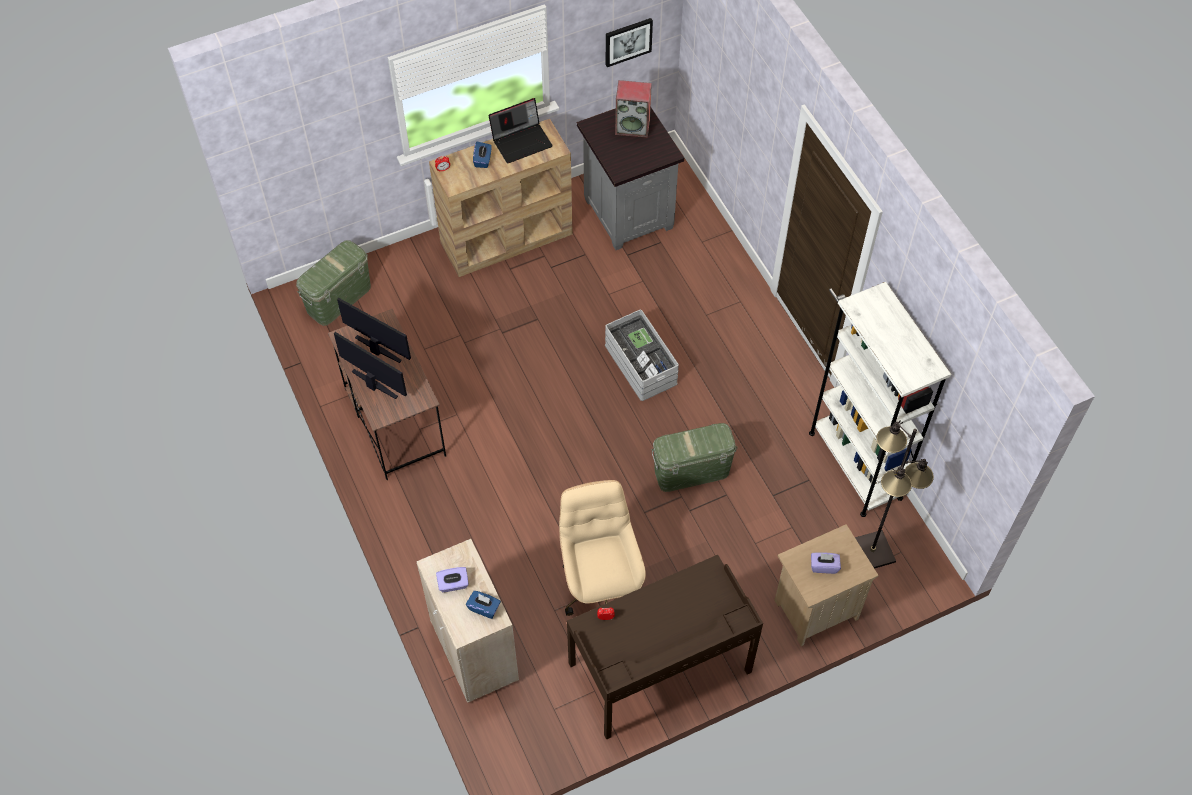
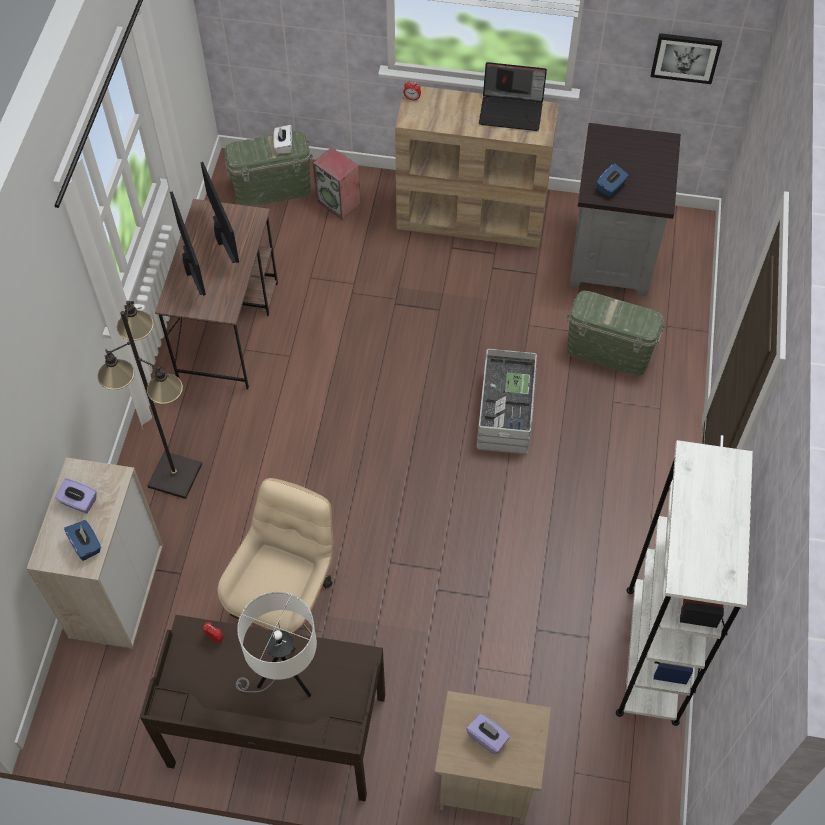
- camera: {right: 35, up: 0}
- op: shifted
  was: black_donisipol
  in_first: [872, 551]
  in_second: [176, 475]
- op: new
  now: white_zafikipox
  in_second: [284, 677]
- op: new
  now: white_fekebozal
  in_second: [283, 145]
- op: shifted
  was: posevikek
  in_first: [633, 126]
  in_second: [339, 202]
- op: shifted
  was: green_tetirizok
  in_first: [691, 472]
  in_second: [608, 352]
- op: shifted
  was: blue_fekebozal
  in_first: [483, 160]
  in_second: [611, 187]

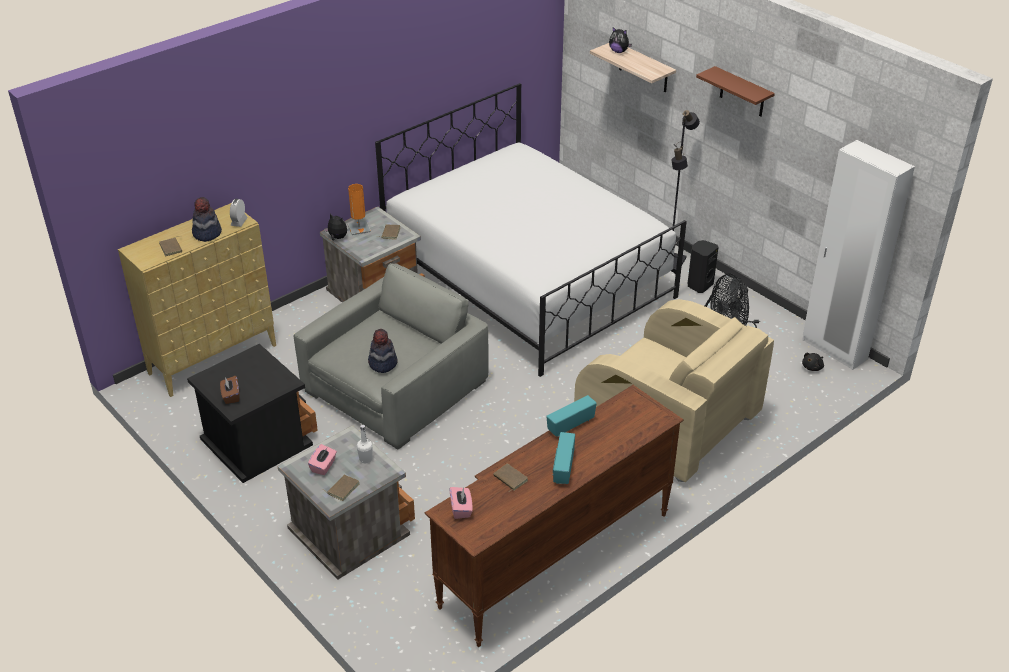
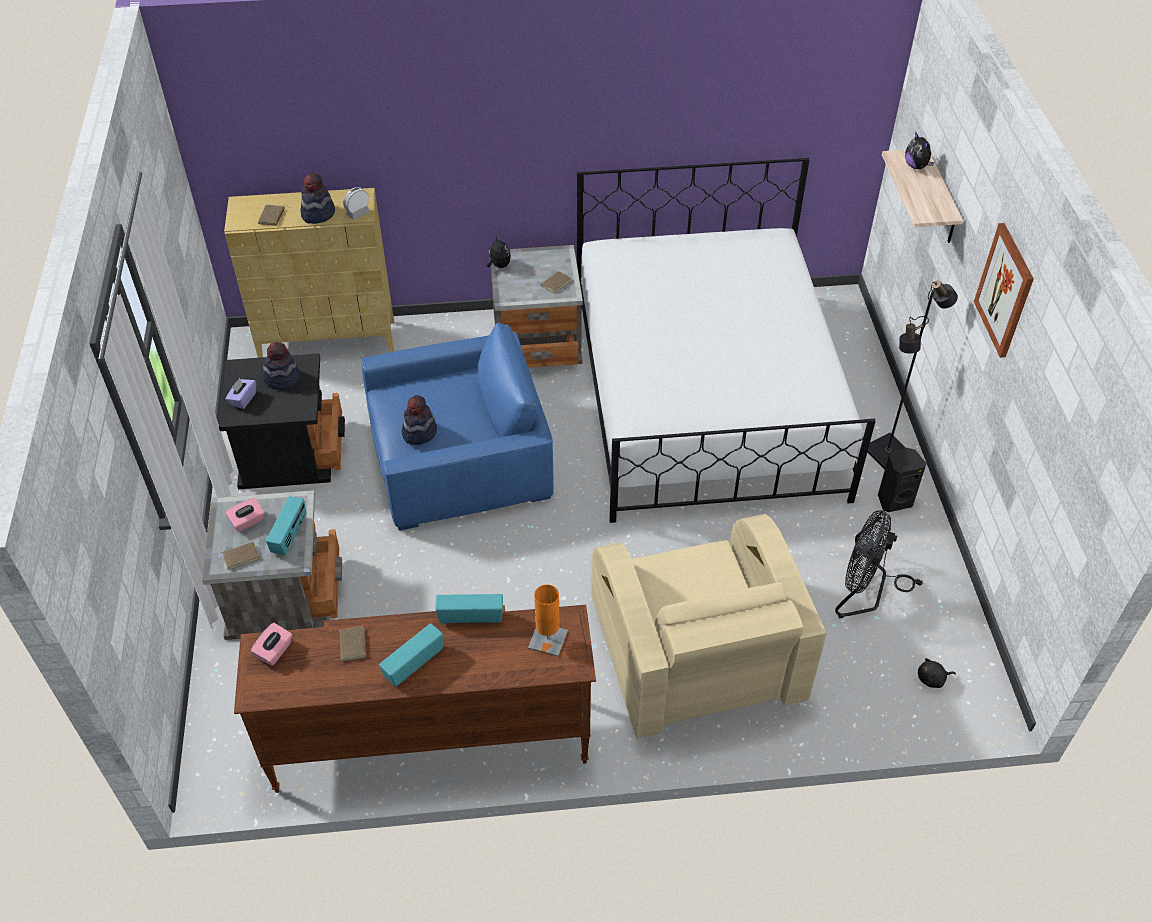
- camera: {right: 35, up: 10}
- op: repainted
  was: brown_fekebozal
  now: purple_fekebozal
  in_first: [231, 396]
  in_second: [243, 399]
- op: new
  now: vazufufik
  in_second: [282, 378]
- op: swapped
  was: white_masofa
  now: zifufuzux
  in_first: [365, 459]
  in_second: [290, 535]
- op: repainted
  was: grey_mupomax
  now: blue_mupomax
  in_first: [395, 386]
  in_second: [459, 458]
- op: shifted
  was: orange_zafikipox
  in_first: [359, 228]
  in_second: [548, 640]
- op: swapped
  was: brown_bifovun
  now: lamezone
  in_first: [742, 93]
  in_second: [1005, 290]
- op: gone
  was: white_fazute
  in_first: [834, 350]

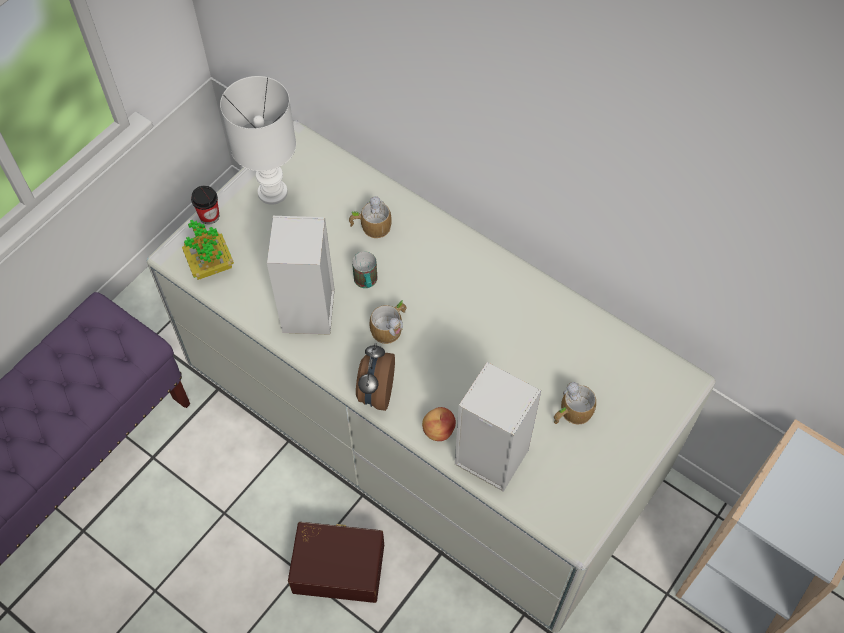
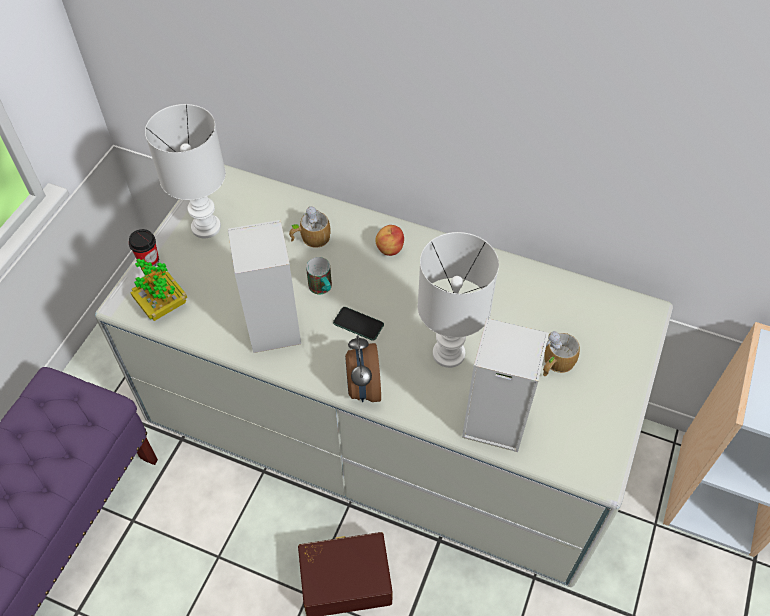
- camera: {right: -15, up: -5}
- op: swapped
  was: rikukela
  now: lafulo
  in_first: [390, 327]
  in_second: [358, 324]
- op: shifted
  was: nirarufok
  in_first: [438, 430]
  in_second: [389, 248]
- op: new
  now: white_zafikipox
  in_second: [450, 353]

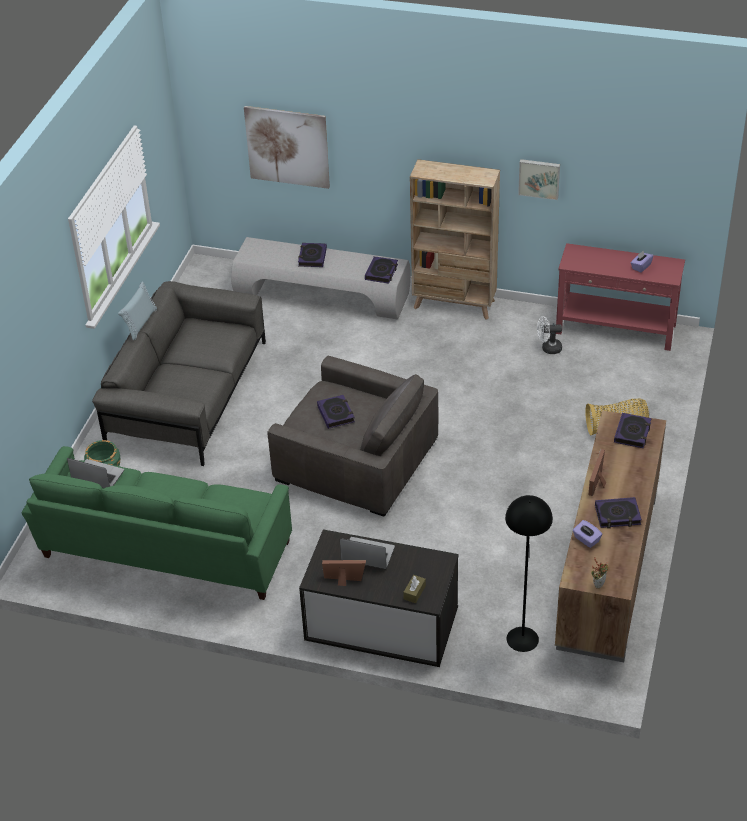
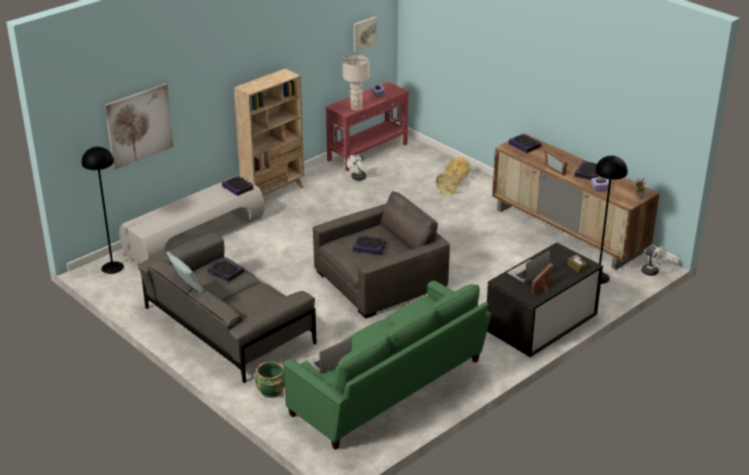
- camera: {right: -60, up: -10}
- op: new
  now: black_donisipol
  in_second: [112, 267]
- op: shifted
  was: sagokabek
  in_first: [312, 257]
  in_second: [225, 272]
- op: new
  now: white_zafikipox
  in_second: [356, 107]
- op: shifted
  was: lamezone
  in_first: [539, 178]
  in_second: [364, 33]
- op: new
  now: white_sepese
  in_second: [652, 272]

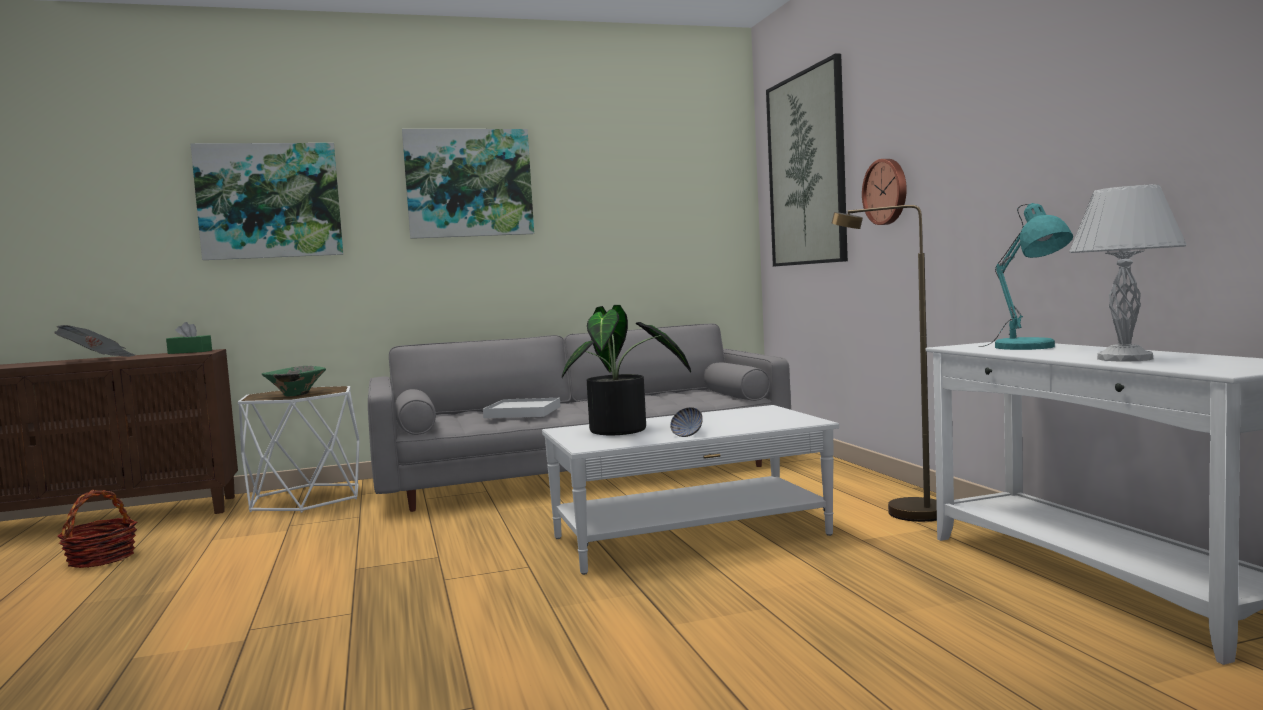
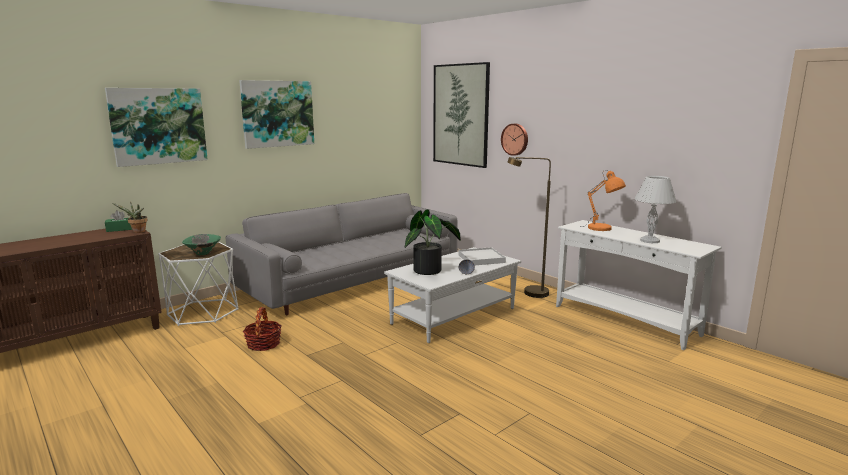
- camera: {right: -25, up: 10}
- op: new
  now: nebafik
  in_second: [137, 232]
- op: shifted
  was: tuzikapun
  in_first: [101, 558]
  in_second: [263, 344]
- op: shifted
  was: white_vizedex
  in_first: [522, 412]
  in_second: [481, 258]
- op: repainted
  was: turquoise_zafikipox
  now: orange_zafikipox
  in_first: [1029, 348]
  in_second: [602, 229]
- op: gone
  was: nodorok
  in_first: [98, 359]

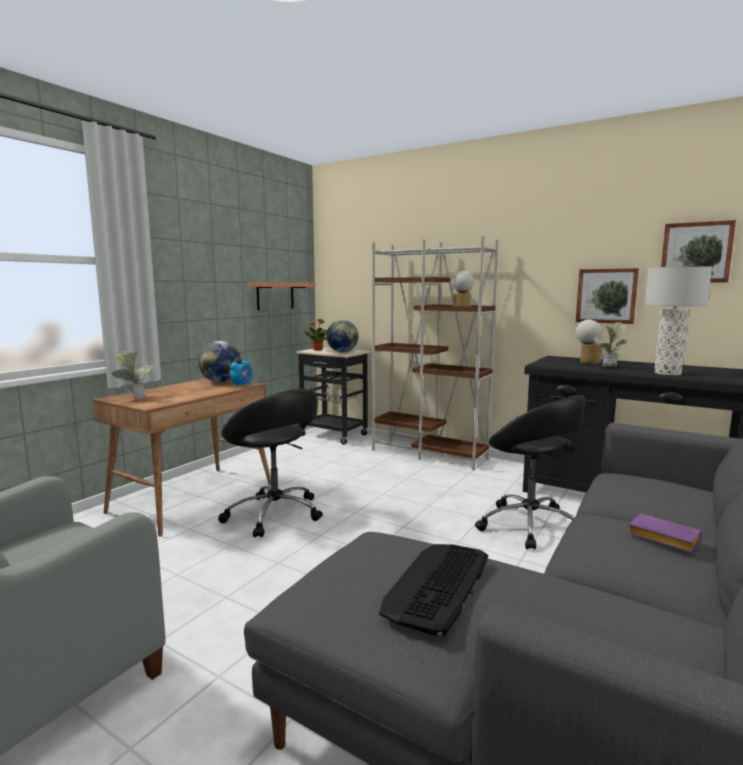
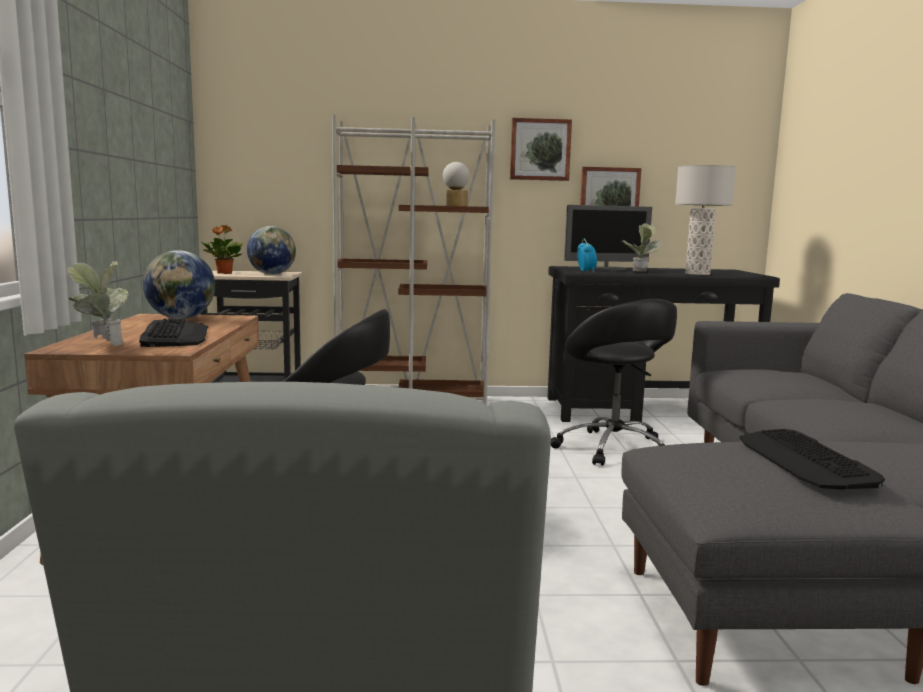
- camera: {right: -35, up: 0}
- op: new
  now: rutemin
  in_second: [175, 335]
- op: shifted
  was: lamezone
  in_first: [696, 252]
  in_second: [540, 149]
- op: rotated
  was: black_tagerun
  in_first: [530, 525]
  in_second: [614, 449]
  clockwise: 45
- op: swapped
  was: zafikipox
  now: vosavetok
  in_first: [587, 362]
  in_second: [605, 269]
- op: shifted
  was: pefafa
  in_first: [242, 386]
  in_second: [586, 271]
- op: gone
  was: bifovun
  in_first: [275, 295]
- op: gone
  was: purple_sagokabek
  in_first: [661, 538]

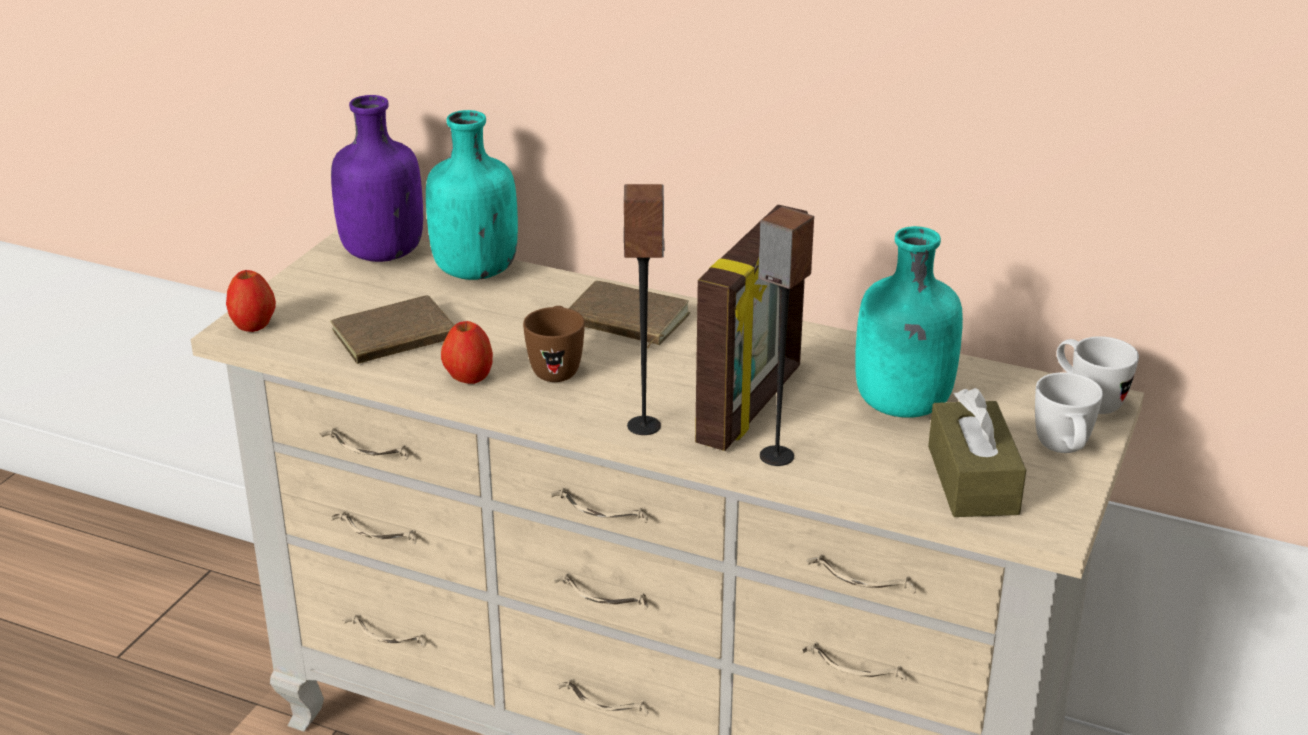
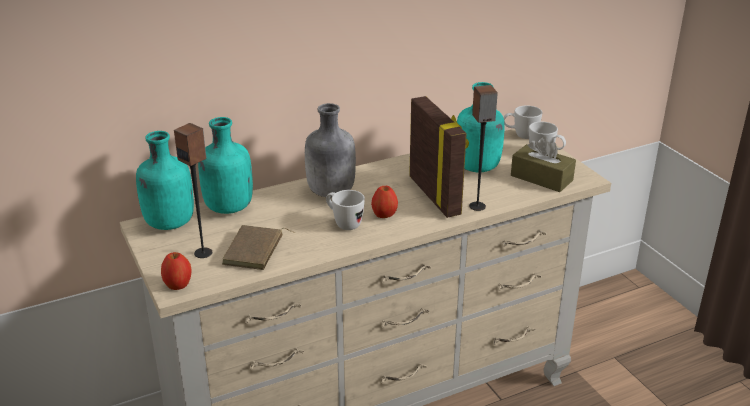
- camera: {right: -50, up: 0}
- op: repainted
  was: purple_masofa
  now: turquoise_masofa
  in_first: [381, 253]
  in_second: [168, 224]
- op: shifted
  was: posevikek
  in_first: [644, 426]
  in_second: [203, 253]
- op: swapped
  was: brown_sagokabek
  now: grey_masofa
  in_first: [625, 321]
  in_second: [330, 192]
- op: repainted
  was: brown_rikukela
  now: white_rikukela
  in_first: [556, 368]
  in_second: [344, 223]
- op: shifted
  was: nirarufok
  in_first: [468, 378]
  in_second: [384, 215]

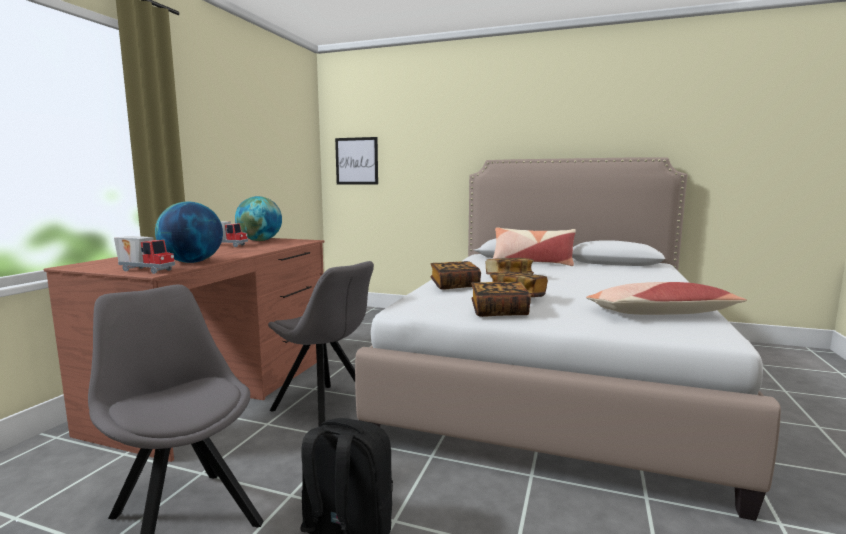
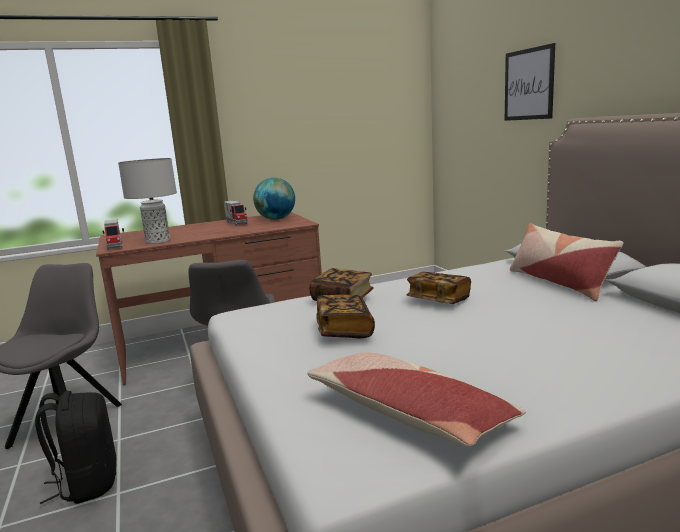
- camera: {right: 50, up: 5}
- op: swapped
  was: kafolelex
  now: white_zafikipox
  in_first: [192, 262]
  in_second: [157, 241]
- op: shifted
  was: lamezone
  in_first: [356, 161]
  in_second: [528, 84]
- op: gone
  was: sagokabek
  in_first: [499, 312]

